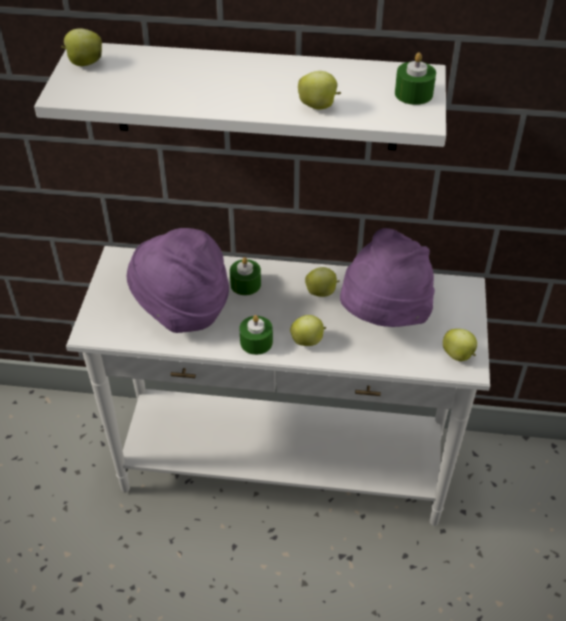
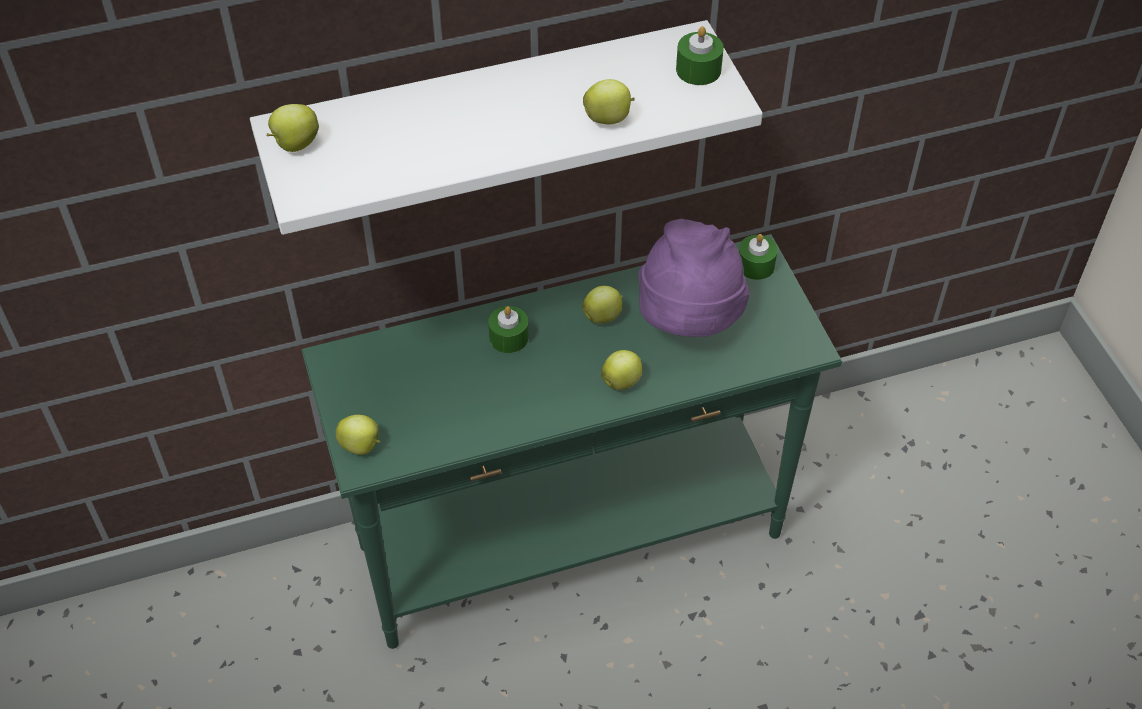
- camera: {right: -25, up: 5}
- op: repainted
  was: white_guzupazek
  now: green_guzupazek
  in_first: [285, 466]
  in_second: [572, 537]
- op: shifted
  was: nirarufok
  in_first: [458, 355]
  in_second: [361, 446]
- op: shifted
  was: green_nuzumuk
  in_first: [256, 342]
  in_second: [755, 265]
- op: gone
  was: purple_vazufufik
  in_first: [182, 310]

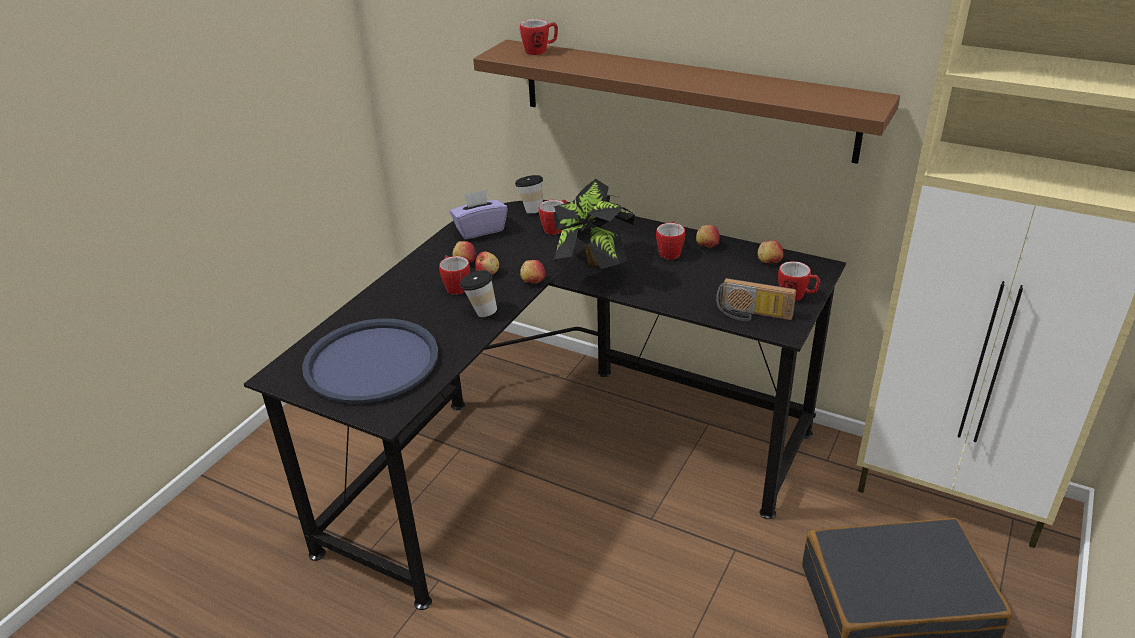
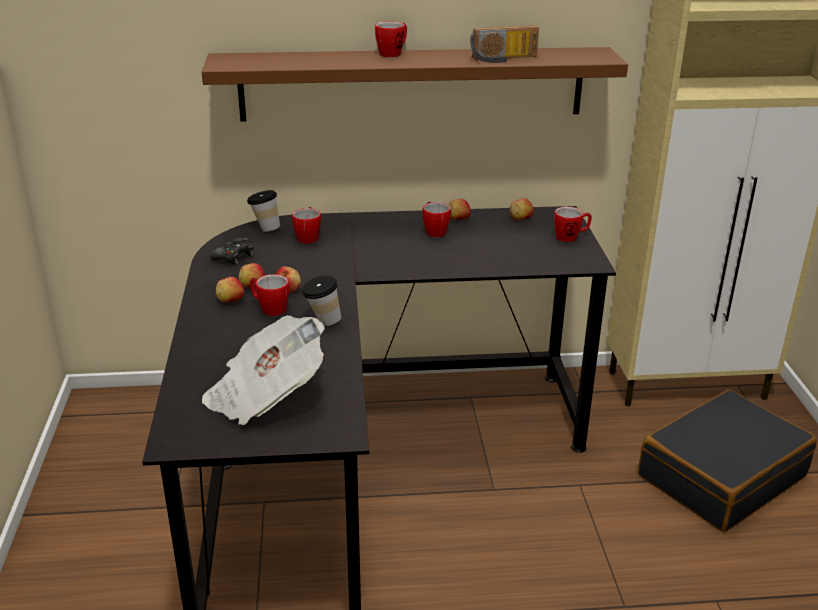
- camera: {right: -35, up: -5}
- op: swapped
  was: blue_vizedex
  now: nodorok
  in_first: [371, 362]
  in_second: [265, 395]
- op: swapped
  was: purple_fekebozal
  now: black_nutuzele
  in_first: [480, 230]
  in_second: [234, 256]
- op: shifted
  was: nirarufok
  in_first: [533, 281]
  in_second: [230, 300]
- op: shifted
  was: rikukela
  in_first: [540, 51]
  in_second: [393, 53]
- op: shifted
  was: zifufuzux
  in_first: [752, 315]
  in_second: [504, 59]
- op: gone
  was: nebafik
  in_first: [590, 270]

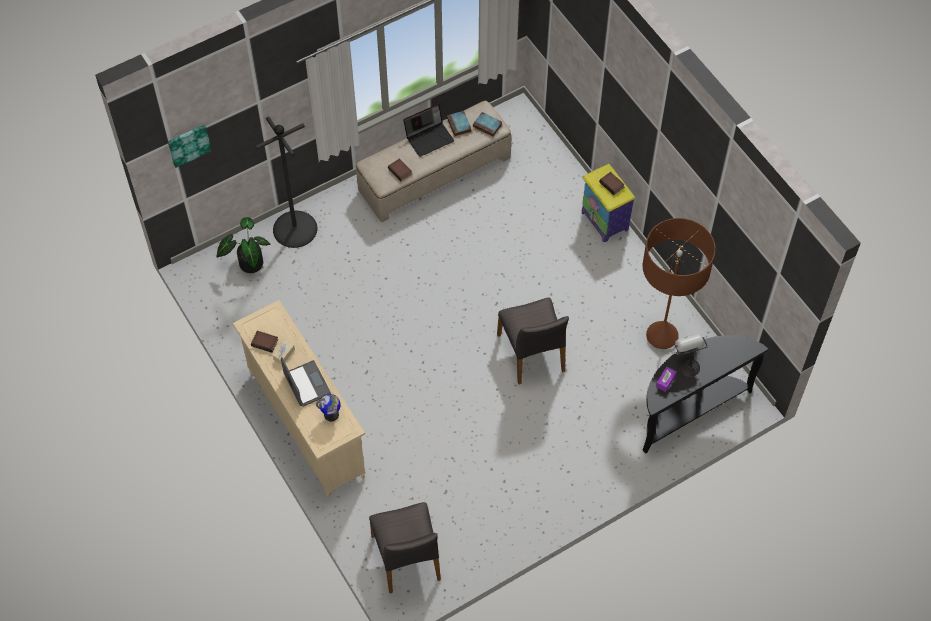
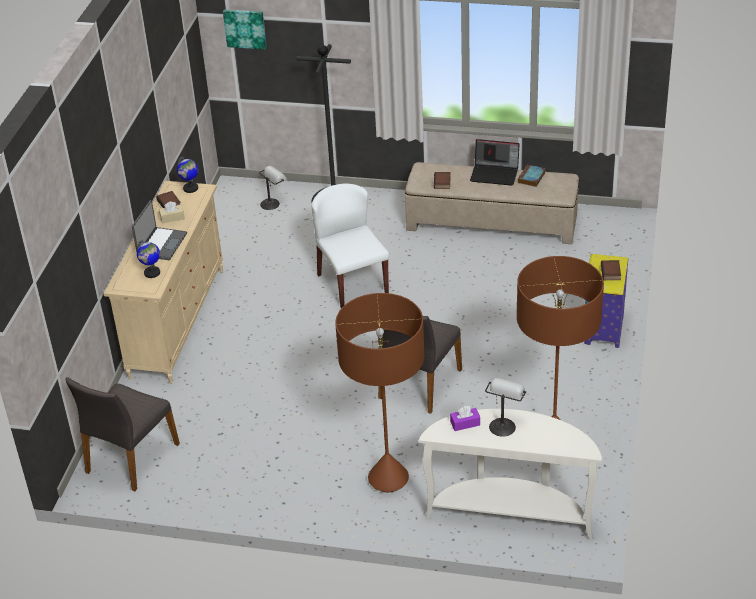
- camera: {right: 45, up: -20}
- op: new
  now: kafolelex
  in_second: [190, 188]
- op: swapped
  was: nebafik
  now: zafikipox
  in_first: [248, 262]
  in_second: [273, 202]
- op: new
  now: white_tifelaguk
  in_second: [352, 283]
- op: new
  now: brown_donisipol
  in_second: [388, 480]
- op: repainted
  was: black_guzupazek
  now: white_guzupazek
  in_first: [688, 409]
  in_second: [510, 511]
- op: gone
  was: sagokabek
  in_first: [488, 126]

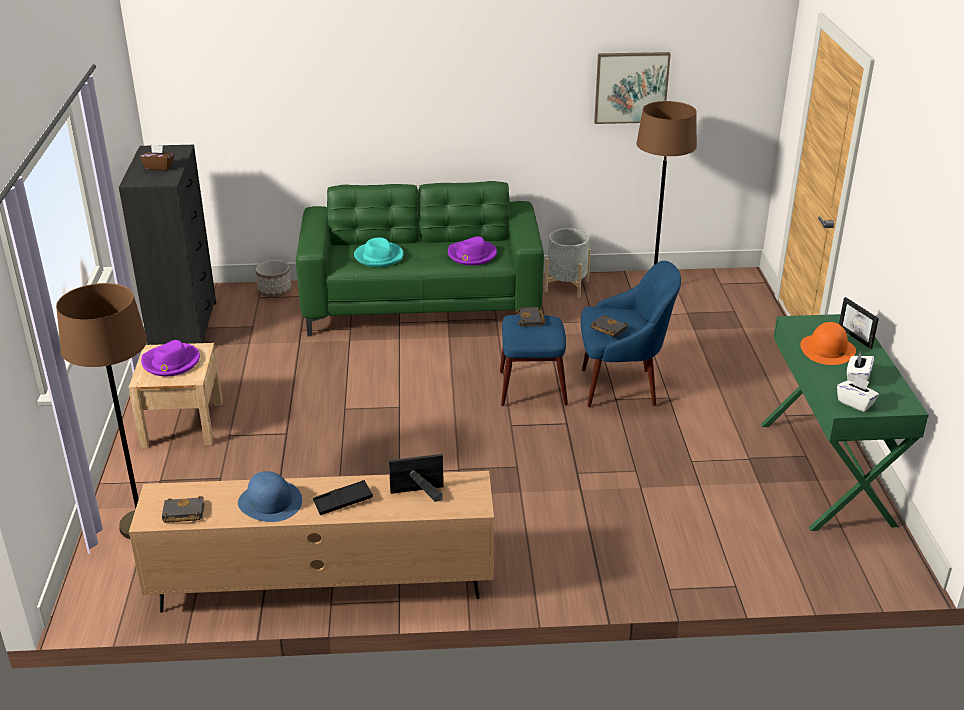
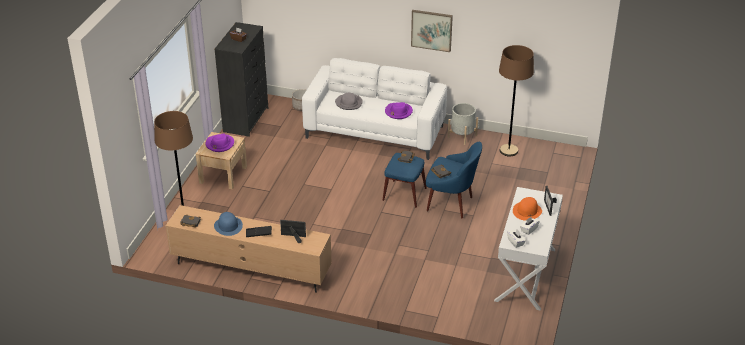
- camera: {right: 20, up: 5}
- op: repainted
  was: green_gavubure
  now: white_gavubure
  in_first: [422, 305]
  in_second: [375, 132]
- op: repainted
  was: turquoise_vazufufik
  now: grey_vazufufik
  in_first: [379, 256]
  in_second: [349, 103]
- op: shifted
  was: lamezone
  in_first: [631, 87]
  in_second: [431, 30]
- op: repainted
  was: green_guzupazek
  now: white_guzupazek
  in_first: [826, 472]
  in_second: [526, 274]

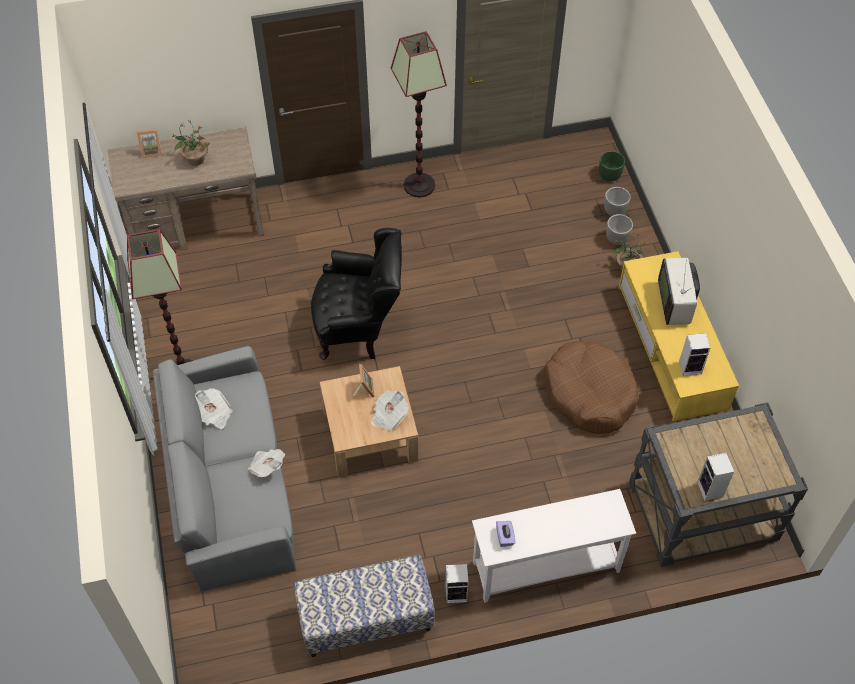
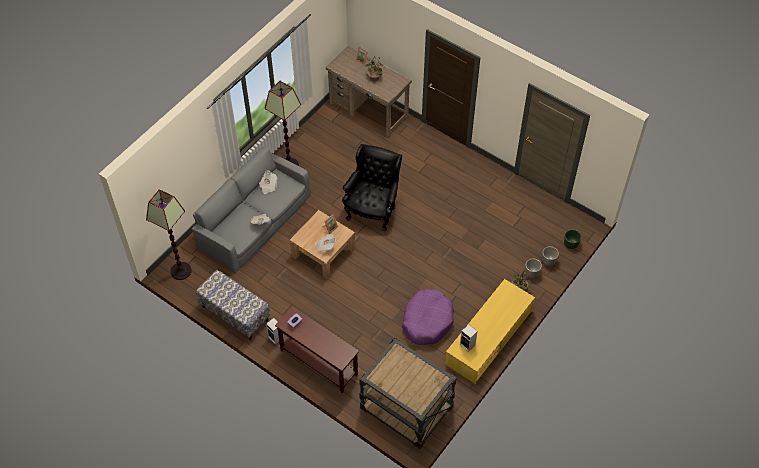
- camera: {right: 50, up: 0}
- op: shifted
  was: donisipol
  in_first: [419, 185]
  in_second: [181, 271]
- op: repainted
  was: white_guzupazek
  now: brown_guzupazek
  in_first: [545, 567]
  in_second: [318, 363]
- op: rotated
  was: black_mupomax
  in_first: [359, 331]
  in_second: [373, 210]
  clockwise: -120
- op: repainted
  was: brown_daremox
  now: purple_daremox
  in_first: [589, 393]
  in_second: [427, 321]
- op: gone
  was: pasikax
  in_first: [676, 302]
- op: gone
  was: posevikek
  in_first: [711, 490]

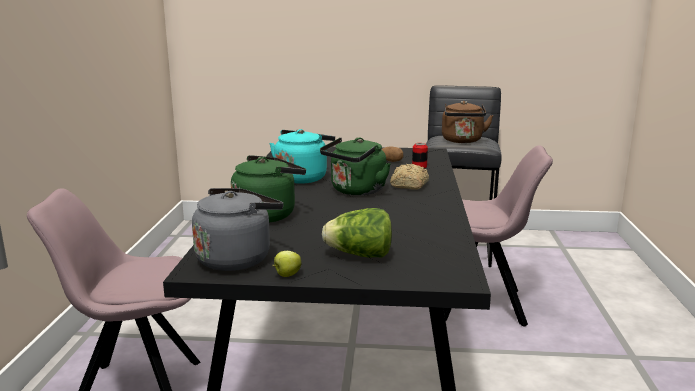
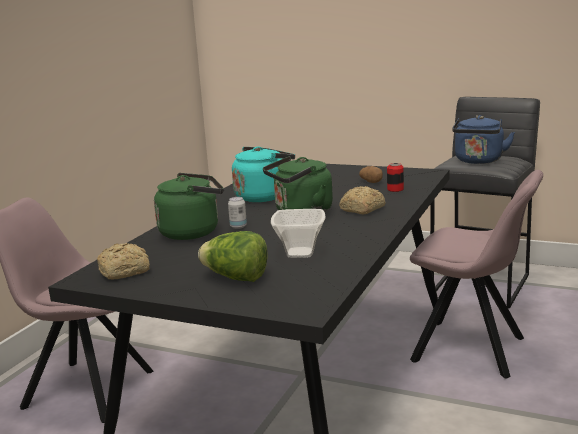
- camera: {right: 20, up: 0}
- op: swapped
  was: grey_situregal
  now: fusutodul
  in_first: [237, 258]
  in_second: [126, 271]
- op: new
  now: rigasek
  in_second: [238, 226]
- op: new
  now: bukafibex
  in_second: [300, 253]
- op: repainted
  was: brown_situregal
  now: blue_situregal
  in_first: [462, 141]
  in_second: [478, 161]
- op: gone
  was: nirarufok
  in_first: [287, 275]

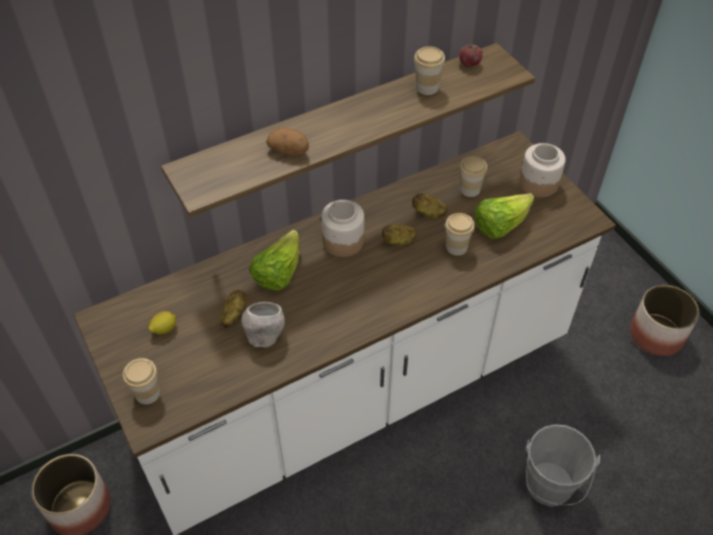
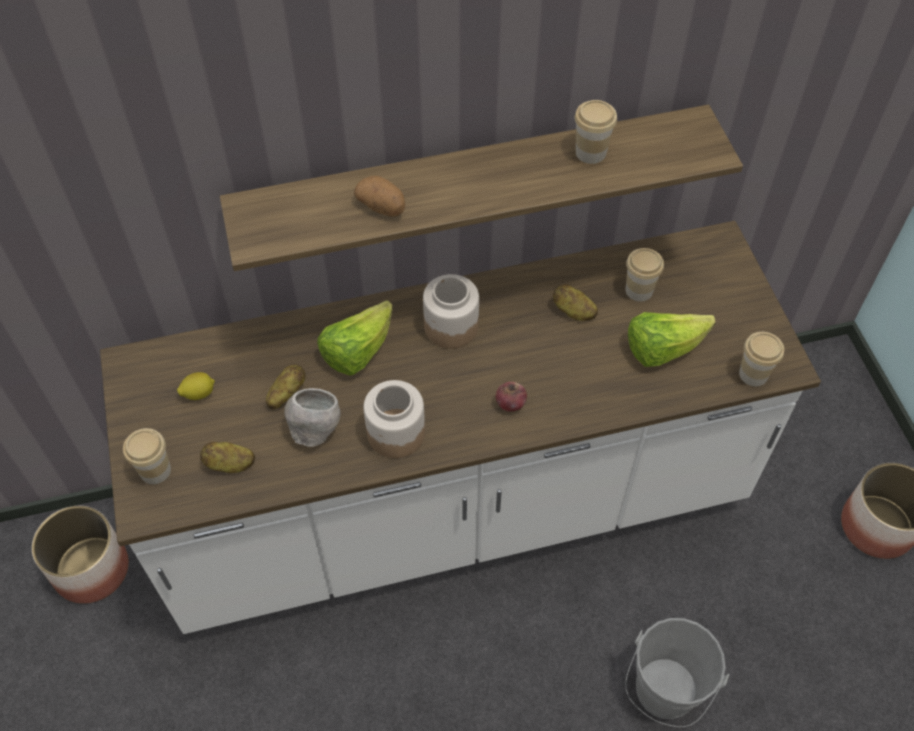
- camera: {right: 15, up: 5}
- op: shifted
  was: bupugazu
  in_first: [398, 241]
  in_second: [229, 464]
- op: shifted
  was: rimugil
  in_first: [538, 183]
  in_second: [395, 433]
- op: shifted
  was: nirarufok
  in_first: [469, 63]
  in_second: [510, 403]
- op: shifted
  was: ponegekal
  in_first: [456, 247]
  in_second: [753, 374]

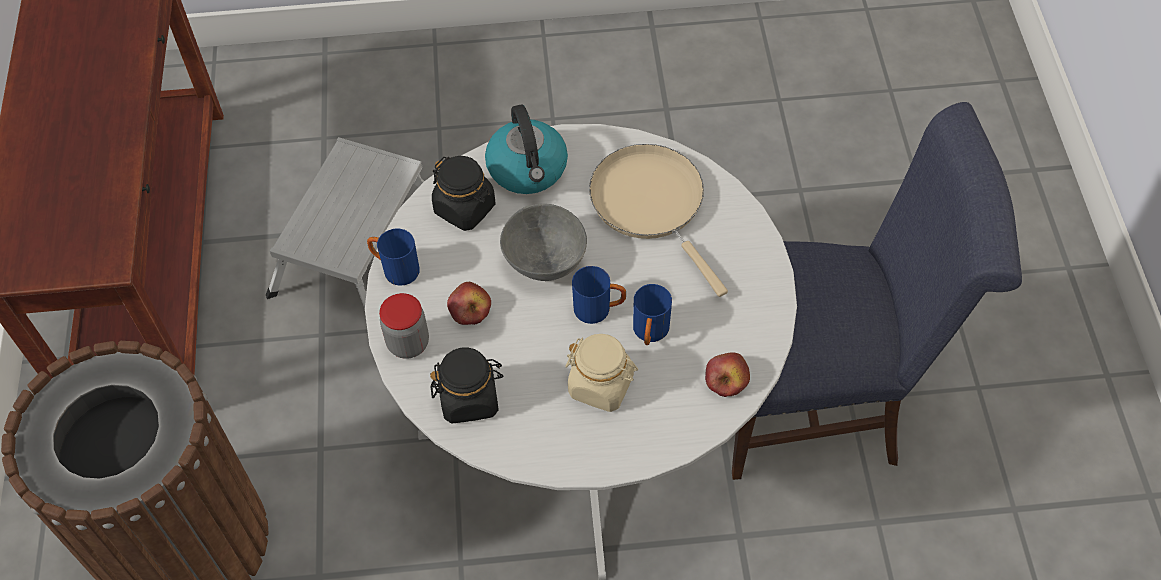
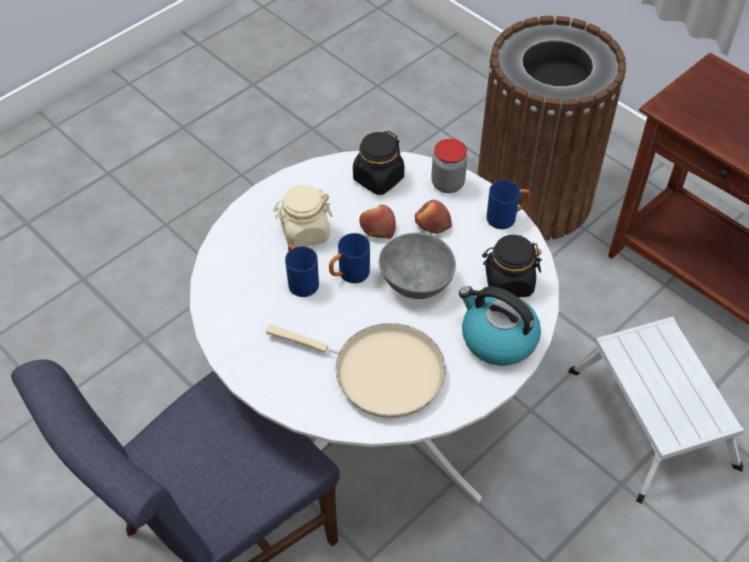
- camera: {right: 140, up: -5}
- op: shifted
  was: nirarufok
  in_first: [727, 379]
  in_second: [377, 228]

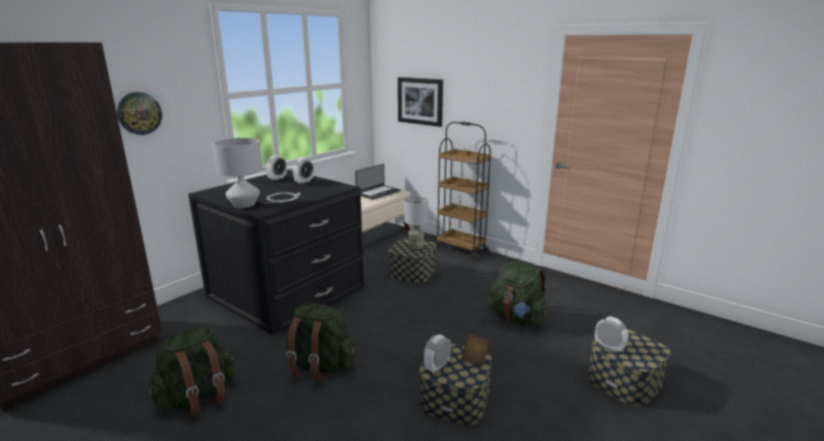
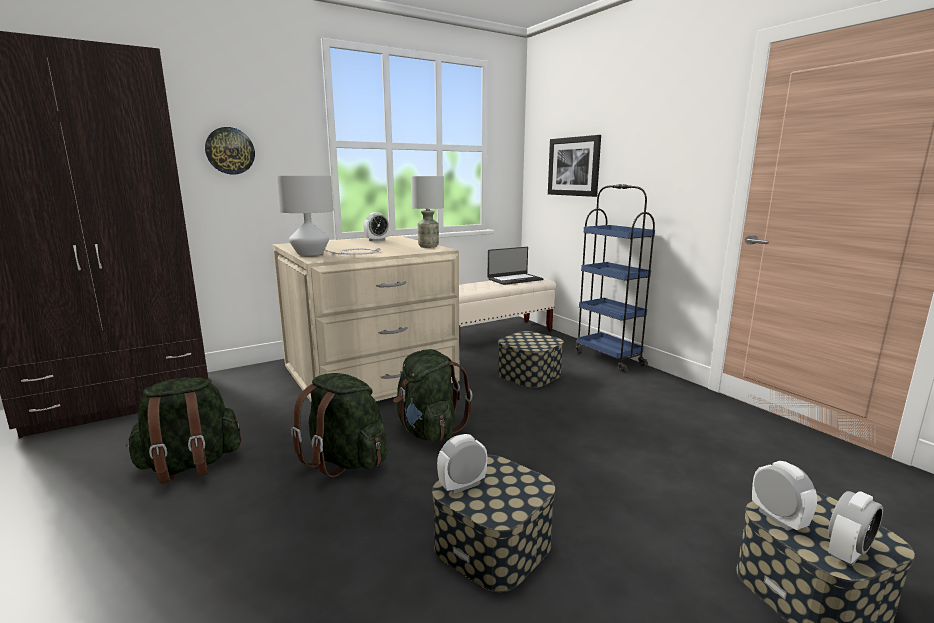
- camera: {right: 20, up: -5}
- op: repainted
  was: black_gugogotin
  now: beige_gugogotin
  in_first: [287, 291]
  in_second: [370, 373]
- op: shifted
  was: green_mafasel
  in_first: [516, 318]
  in_second: [428, 431]
- op: shifted
  was: grey_zafikipox
  in_first: [415, 247]
  in_second: [428, 246]
- op: repainted
  was: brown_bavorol
  now: blue_bavorol
  in_first: [461, 249]
  in_second: [609, 359]
- op: shifted
  was: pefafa
  in_first: [304, 182]
  in_second: [847, 553]
- op: gone
  was: brown_sagokabek
  in_first: [475, 356]

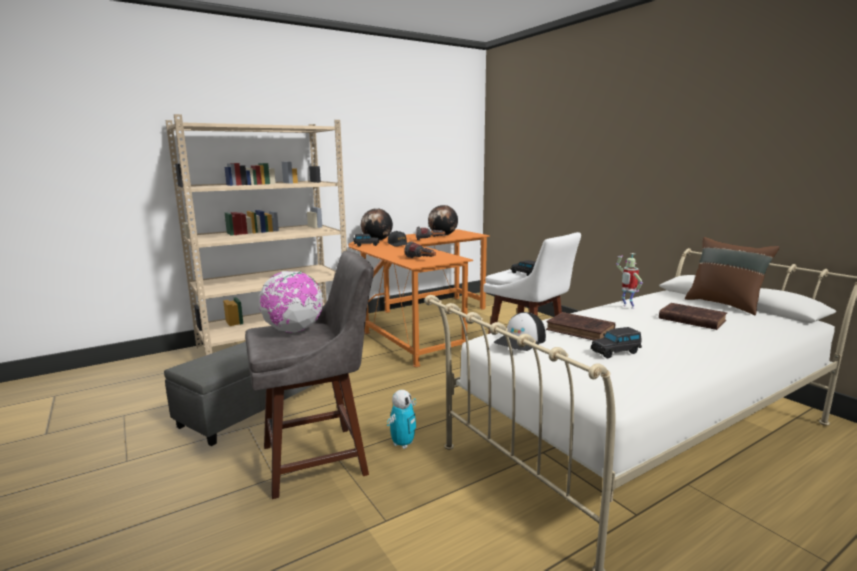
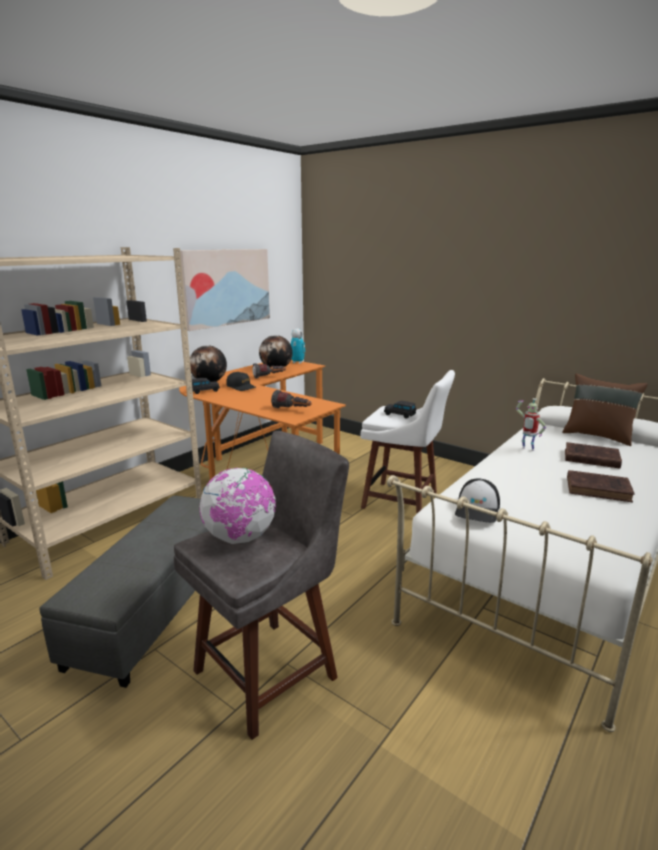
- camera: {right: -20, up: 5}
- op: new
  now: lamezone
  in_second: [226, 287]
- op: shifted
  was: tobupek
  in_first: [403, 444]
  in_second: [297, 362]
- op: shifted
  was: brown_sagokabek
  in_first: [581, 331]
  in_second: [600, 490]
- op: gone
  was: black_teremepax
  in_first: [616, 352]

